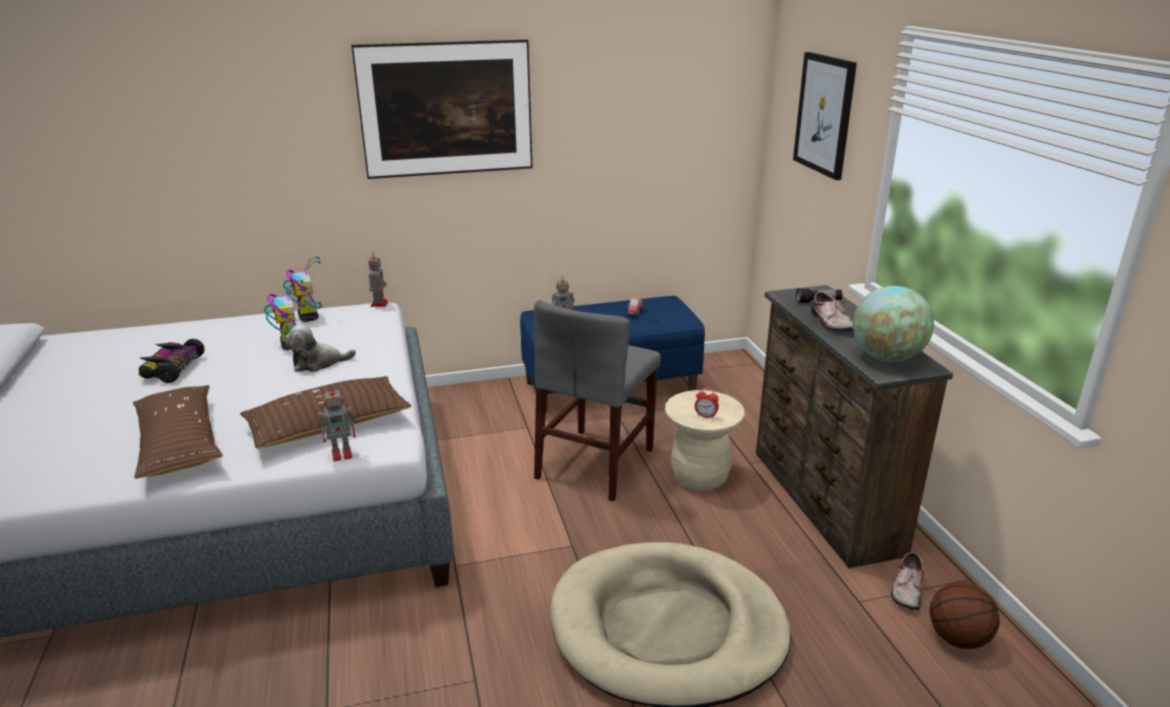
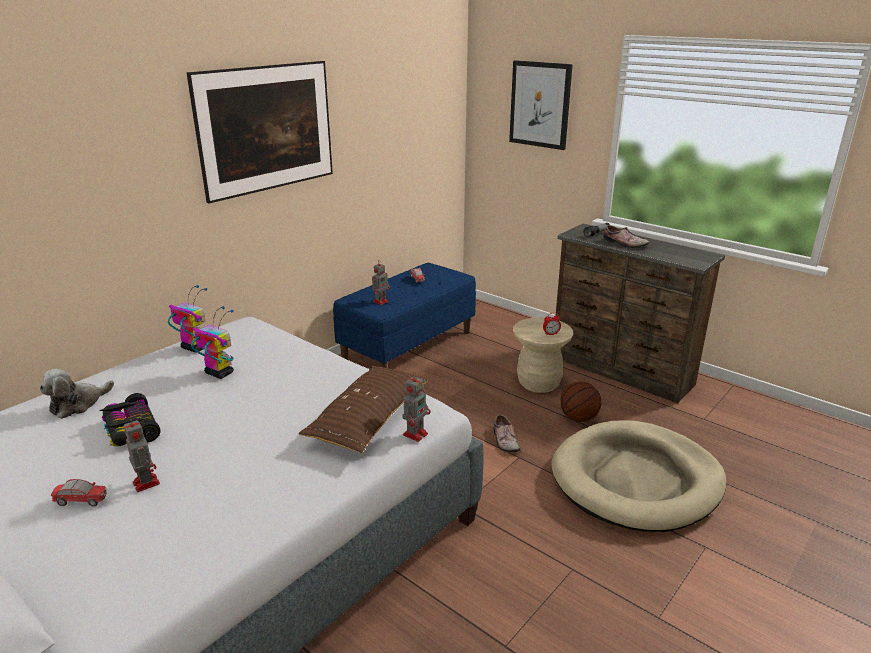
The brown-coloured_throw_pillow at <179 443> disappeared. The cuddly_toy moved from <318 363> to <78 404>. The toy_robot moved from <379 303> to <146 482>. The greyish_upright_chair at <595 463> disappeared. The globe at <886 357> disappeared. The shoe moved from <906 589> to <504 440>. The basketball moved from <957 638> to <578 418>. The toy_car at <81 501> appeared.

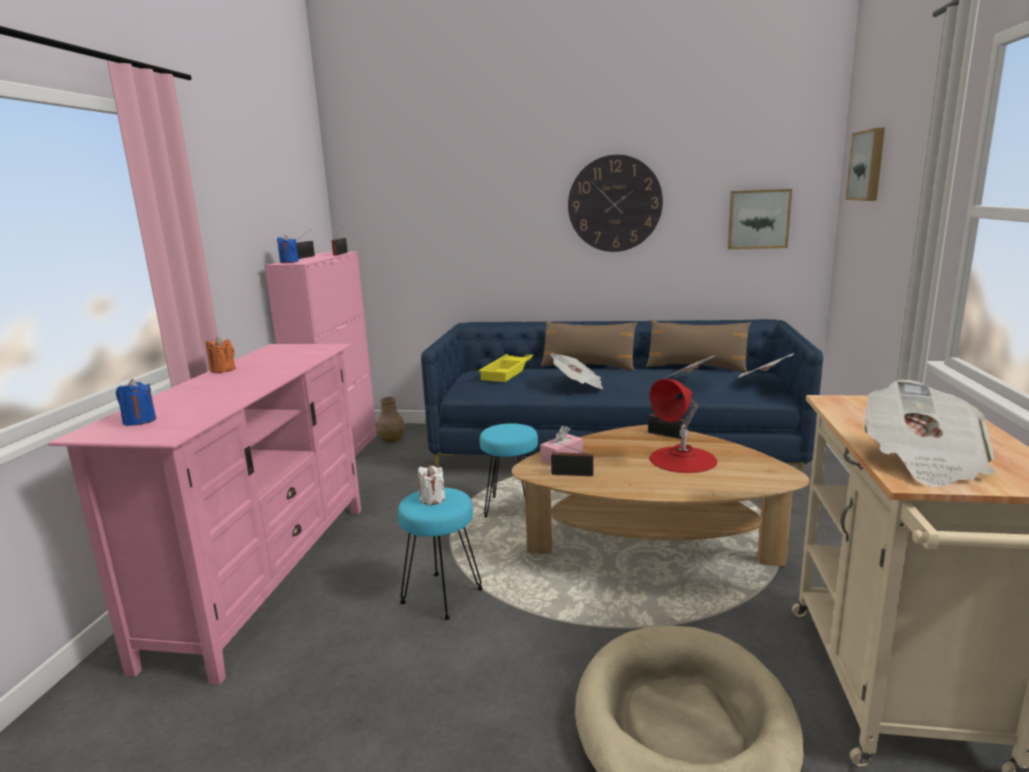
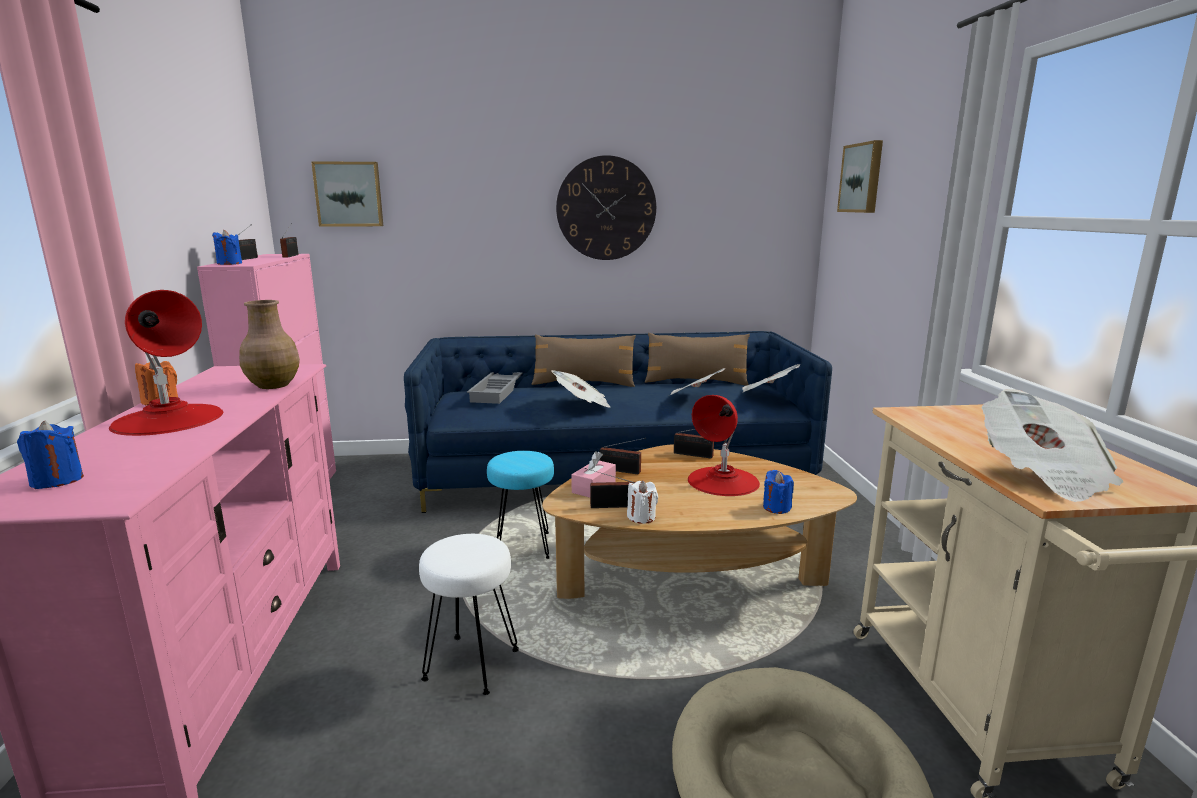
The brown-coloured_vase moved from <392 440> to <274 385>. The blue-green_stool at <442 595> became the white_stool at <472 663>. The white_candle moved from <432 499> to <641 517>. The yellowish_tray at <508 372> became the greyish_tray at <497 392>. The wall_picture moved from <758 219> to <349 194>. The red-coloured_tabletop_lamp at <168 419> appeared. The radio_receiver at <622 471> appeared. The blue_candle at <776 508> appeared.

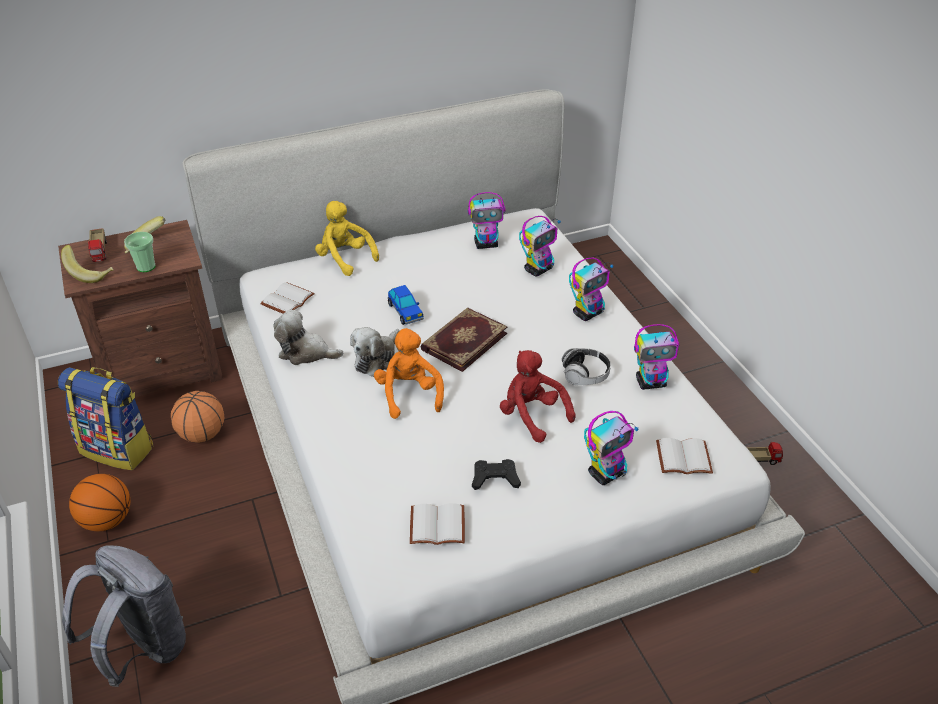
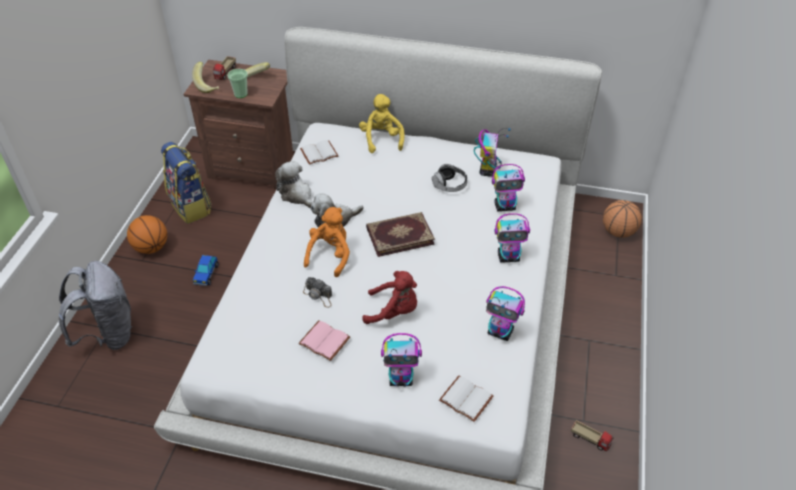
The basketball moved from <202 434> to <618 232>. The toy_car moved from <405 312> to <206 274>. The white_bound_book at <438 524> disappeared. The toy_robot at <486 244> turned 105 degrees counterclockwise. The black-coloured_gamepad at <495 478> was replaced by the pink_bound_book at <325 340>. The red-coloured_cuddly_toy at <532 415> turned 105 degrees clockwise. The headphones moved from <585 375> to <450 185>. The still_camera at <318 296> appeared.

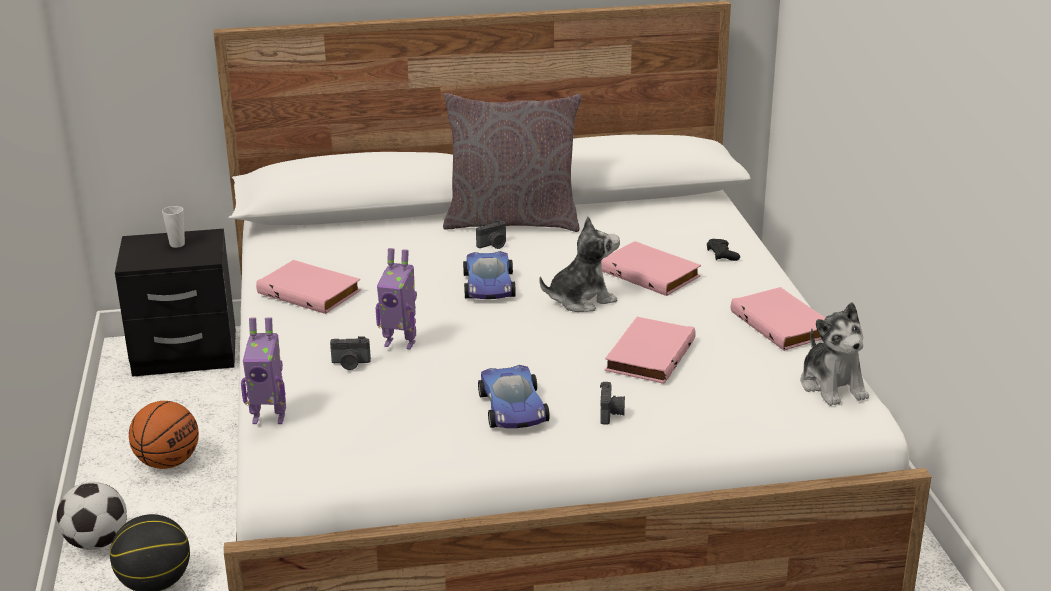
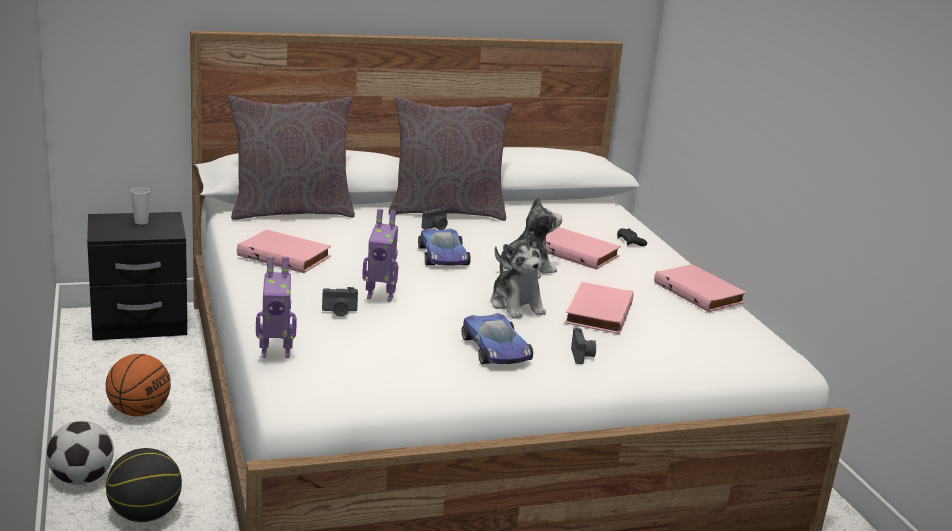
The cuddly_toy moved from <832 386> to <516 305>. The greyish_throw_pillow at <291 211> appeared.

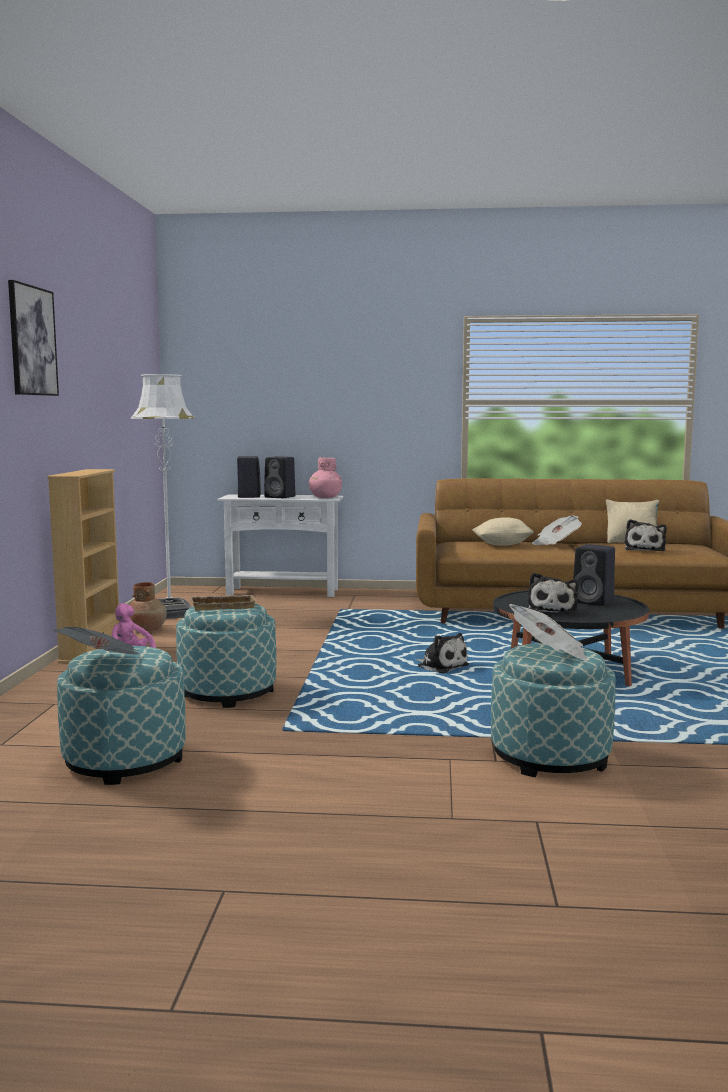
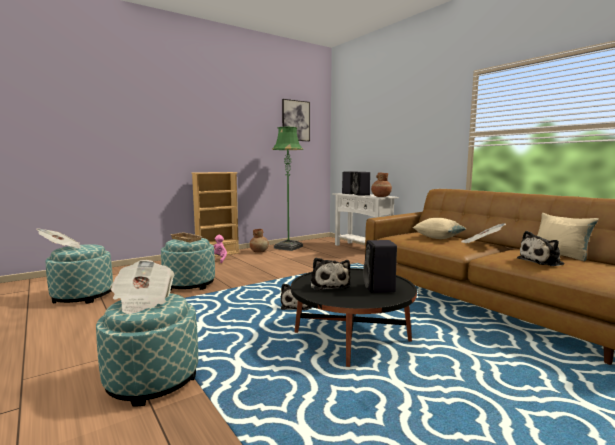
The wall_picture moved from <32 341> to <295 120>. The white_standard_lamp at <170 613> became the greenish_standard_lamp at <288 247>. The pink_vase at <325 497> became the brown-coloured_vase at <381 196>. The cuddly_toy at <553 609> turned 75 degrees counterclockwise.

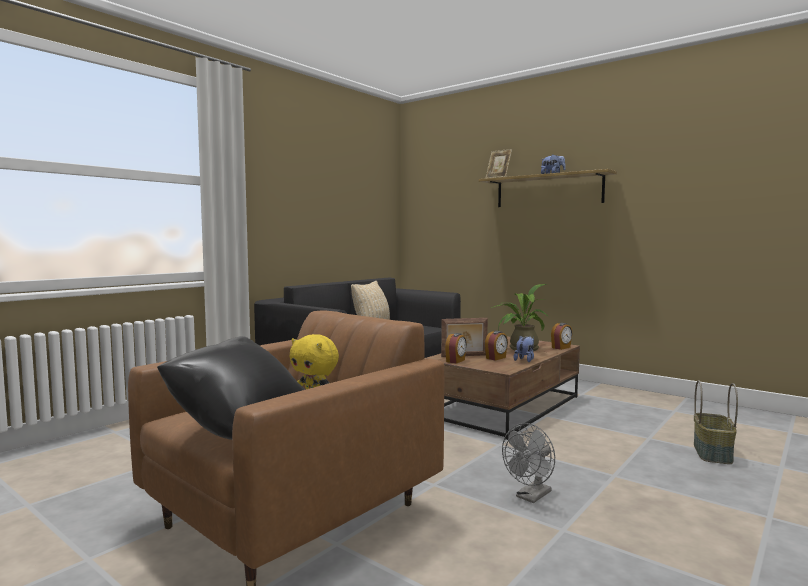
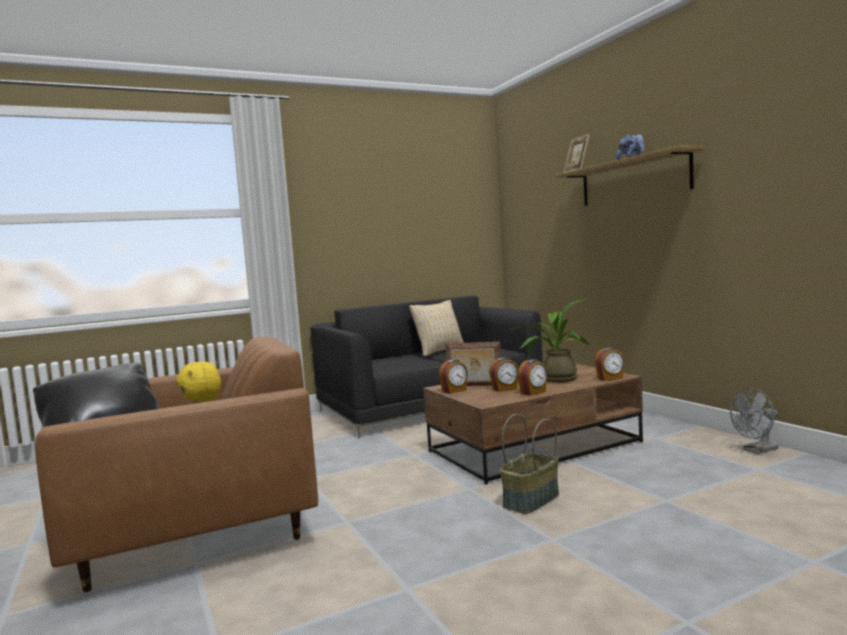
The greyish_electric_fan moved from <531 497> to <757 450>. The cuddly_toy at <525 360> was replaced by the table_clock at <533 392>. The storage_basket moved from <713 453> to <531 500>.

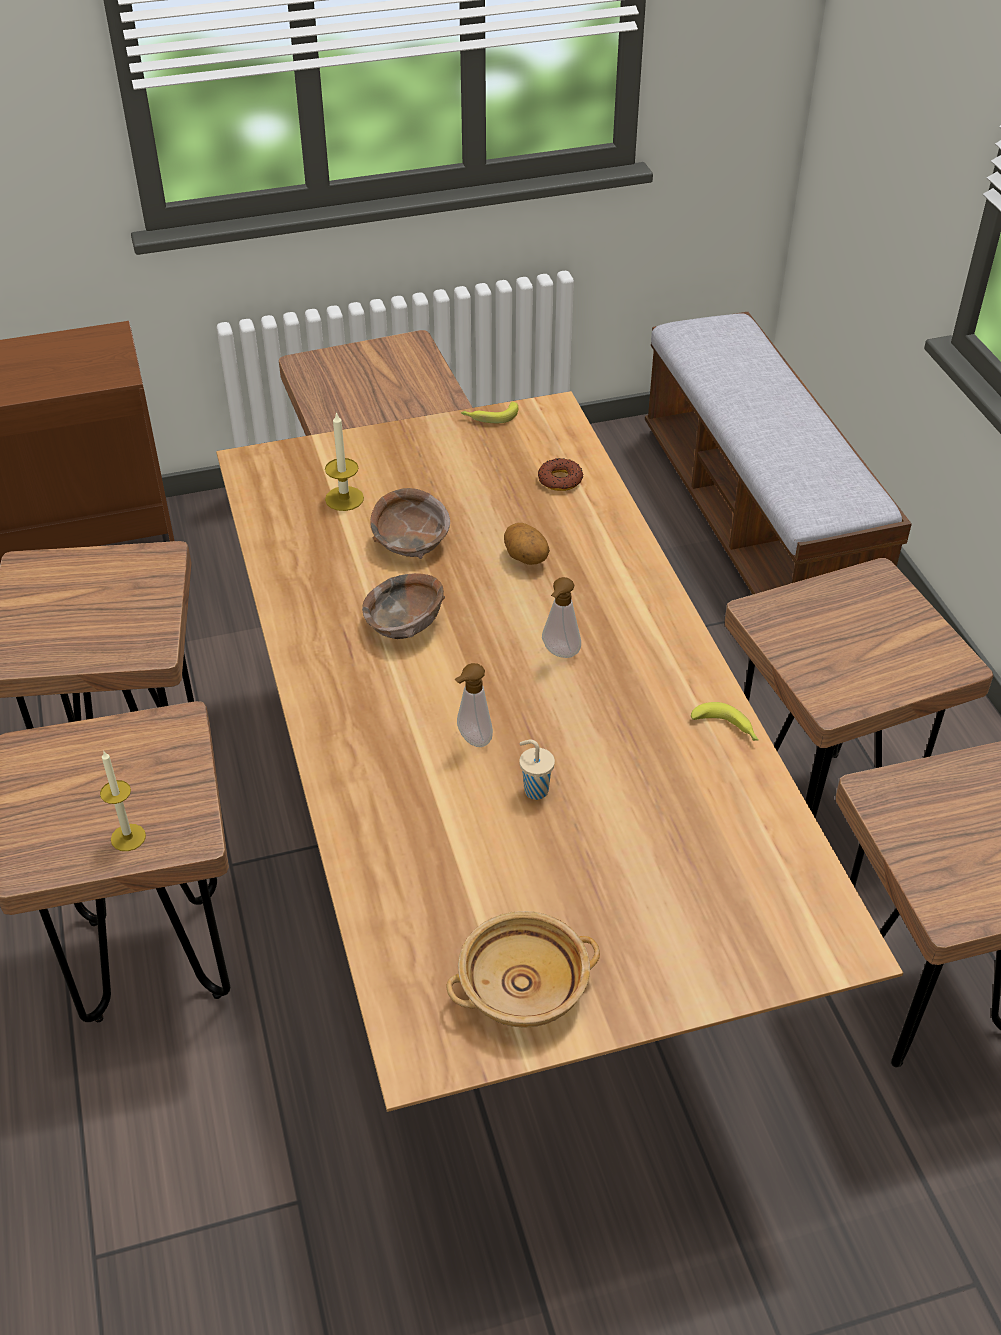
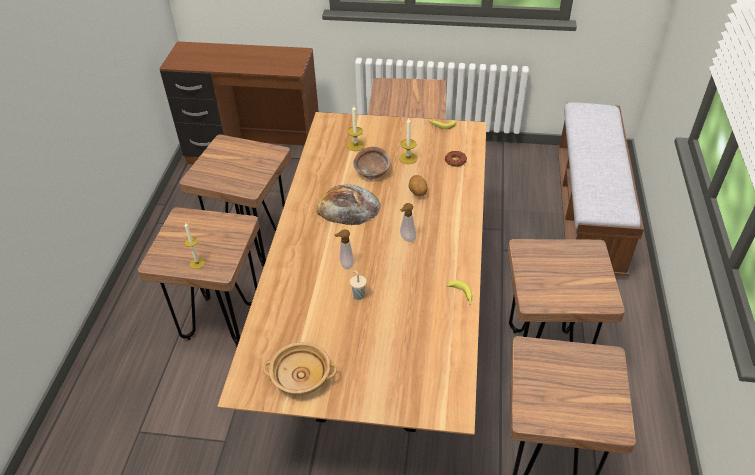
The brown-coloured_deep_dish at <405 624> was replaced by the bakery_bread at <348 206>. The candle at <408 158> appeared.

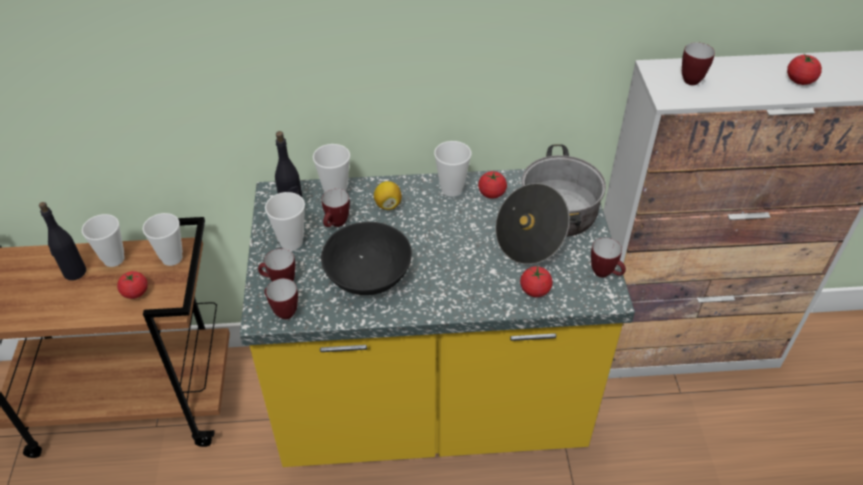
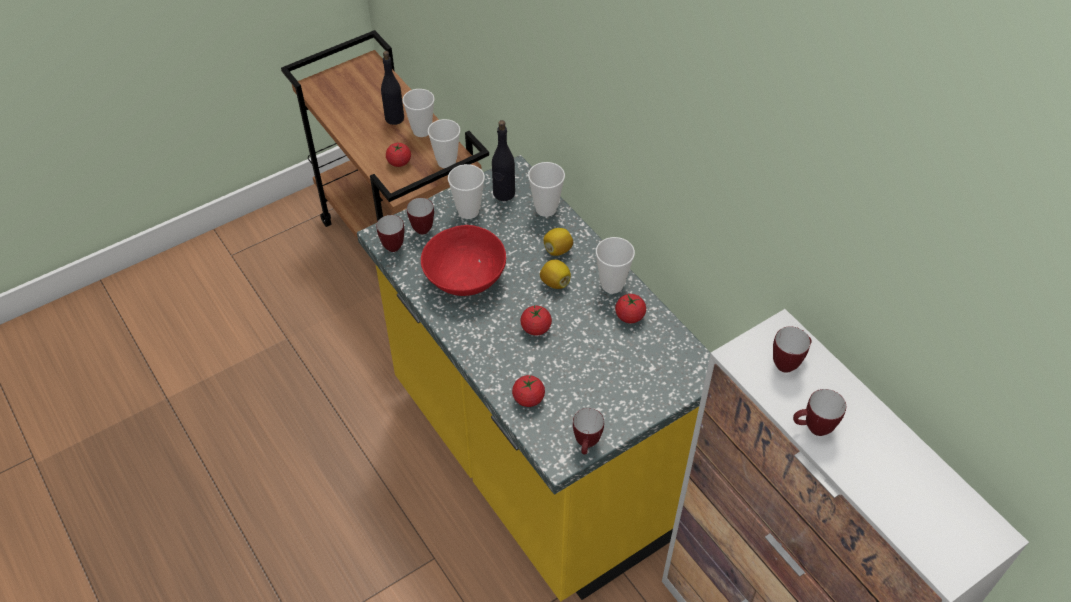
The black-coloured_deep_dish at <369 277> became the red-coloured_deep_dish at <465 278>. The coffee_mug moved from <336 225> to <813 429>. The saucepot at <547 224> disappeared. The whole_tomato moved from <800 80> to <536 328>. The whole_lemon at <555 282> appeared.

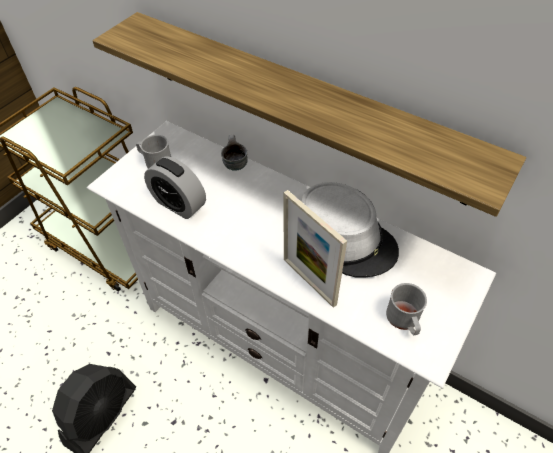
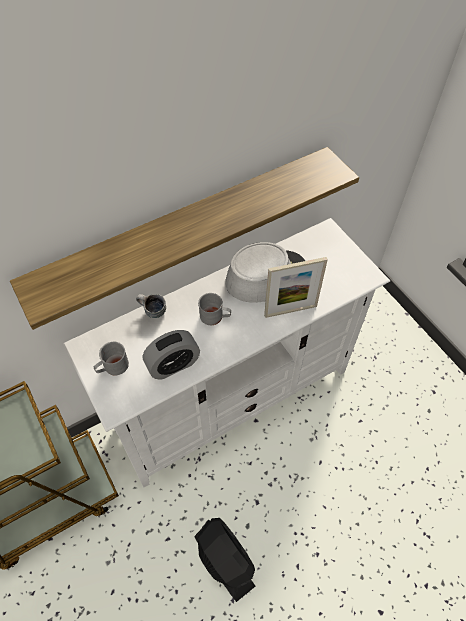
The greyish_coffee_mug moved from <404 320> to <215 316>.

